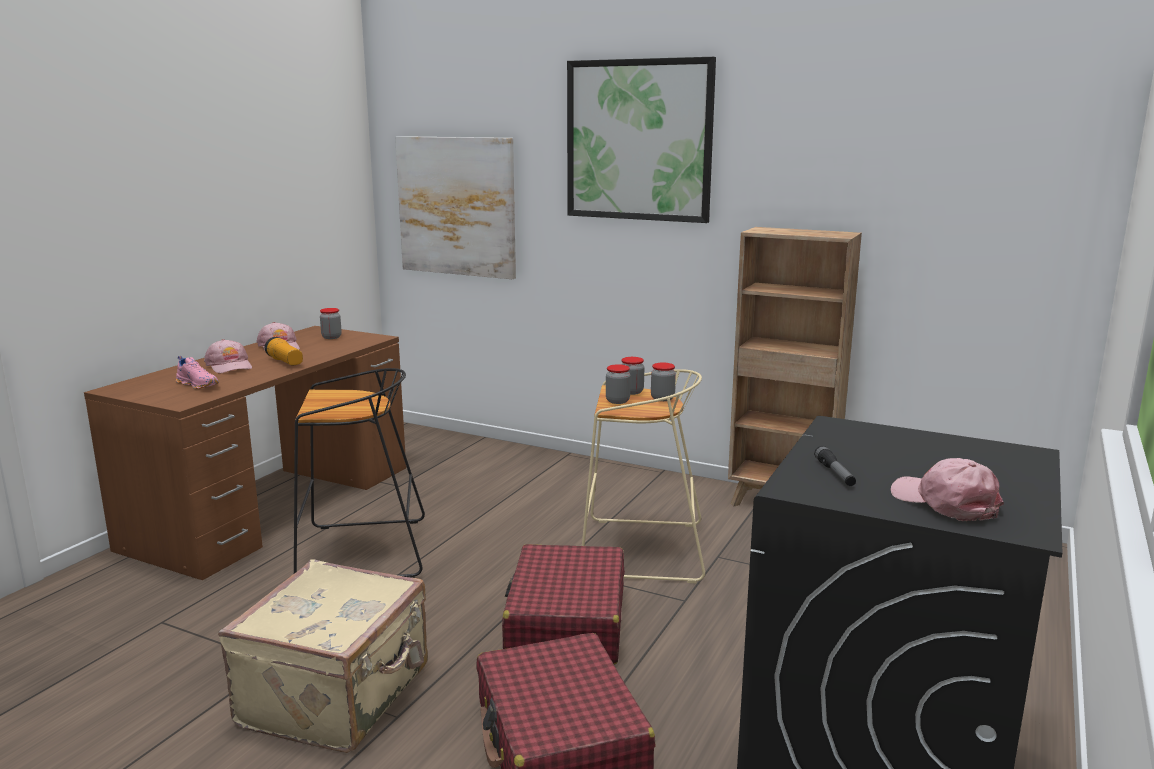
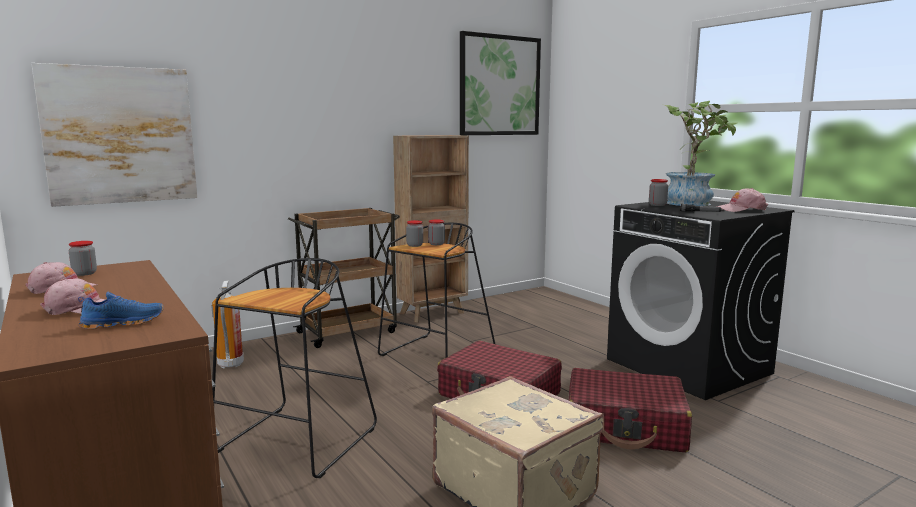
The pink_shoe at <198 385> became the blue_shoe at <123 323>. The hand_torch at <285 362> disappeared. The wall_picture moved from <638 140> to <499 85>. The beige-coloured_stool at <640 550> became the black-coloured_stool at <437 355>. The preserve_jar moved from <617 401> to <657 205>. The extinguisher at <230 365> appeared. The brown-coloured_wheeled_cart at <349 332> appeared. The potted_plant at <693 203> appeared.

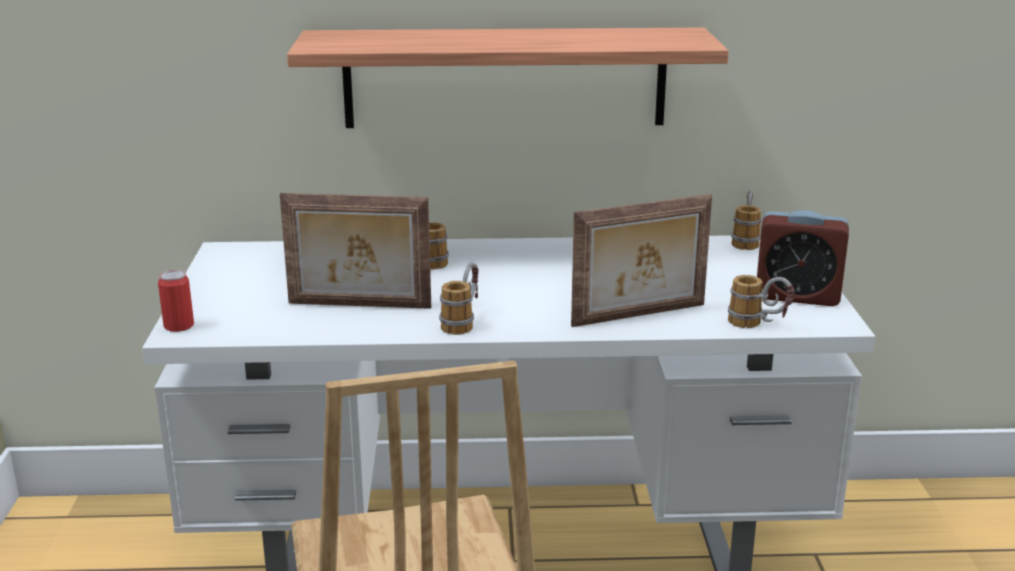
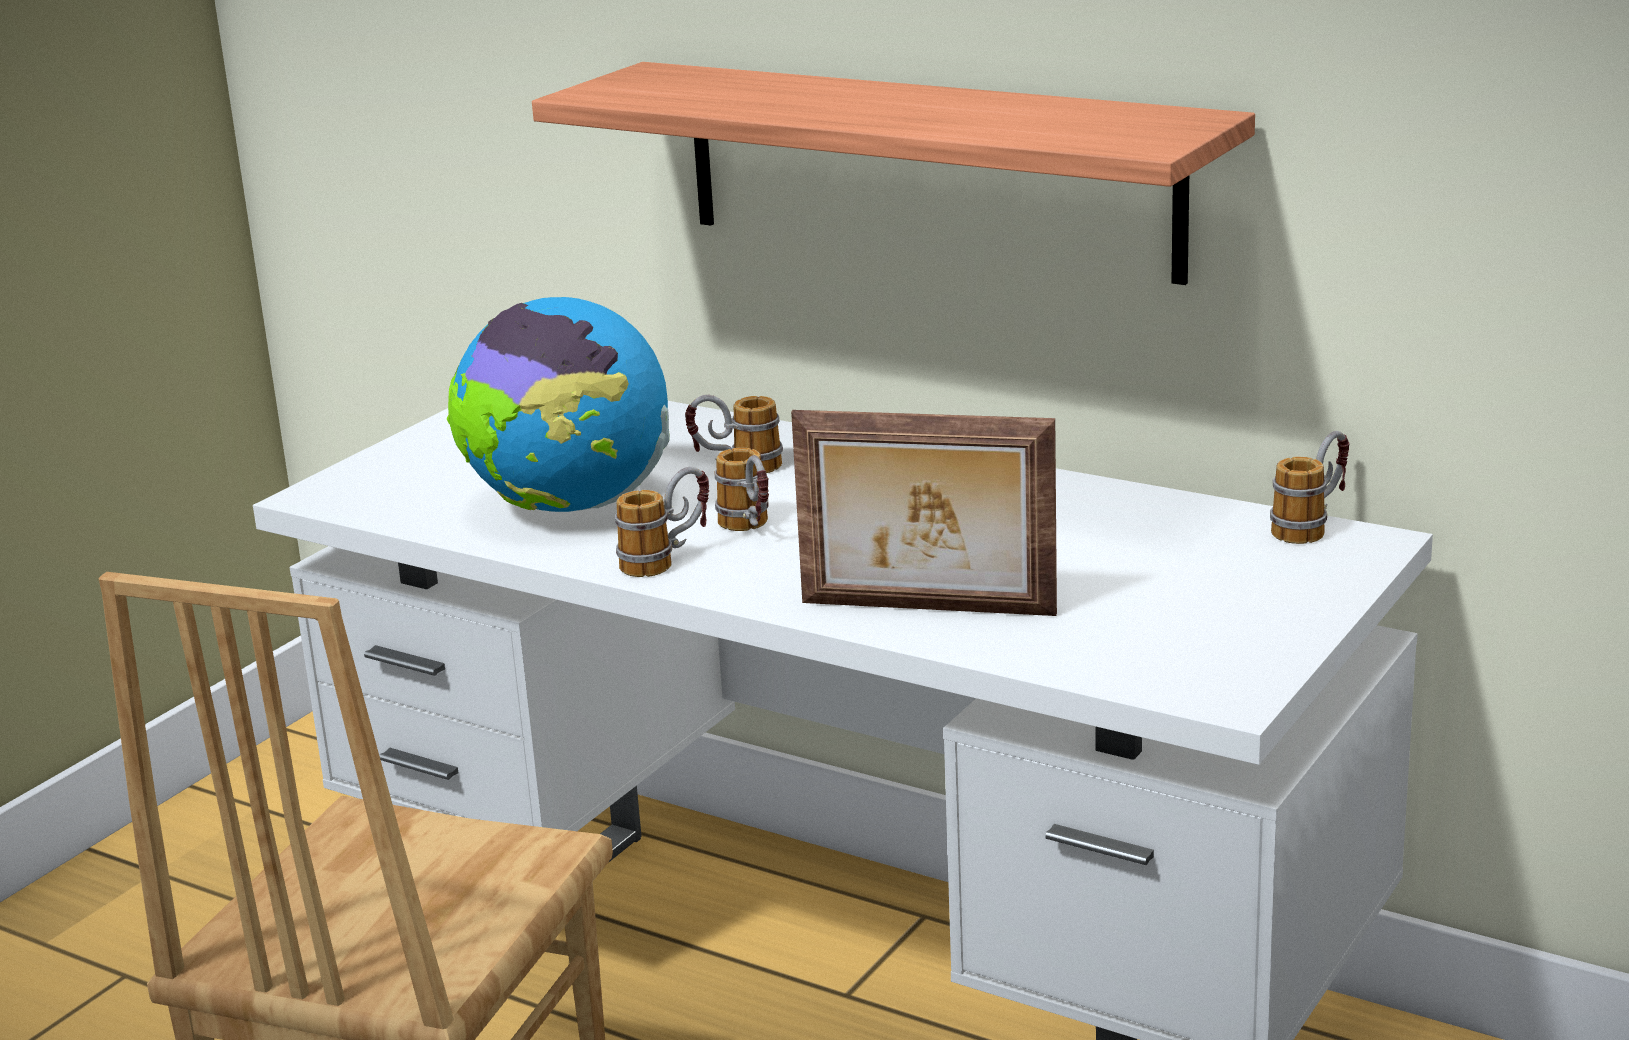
The metal_can at <179 326> disappeared. The photo_frame at <359 306> was replaced by the globe at <569 506>. The coffee_mug moved from <758 325> to <751 530>. The table_clock at <797 296> disappeared.

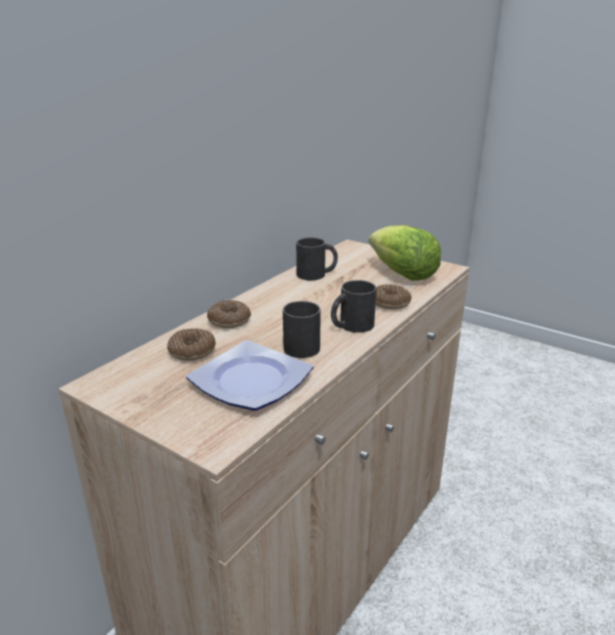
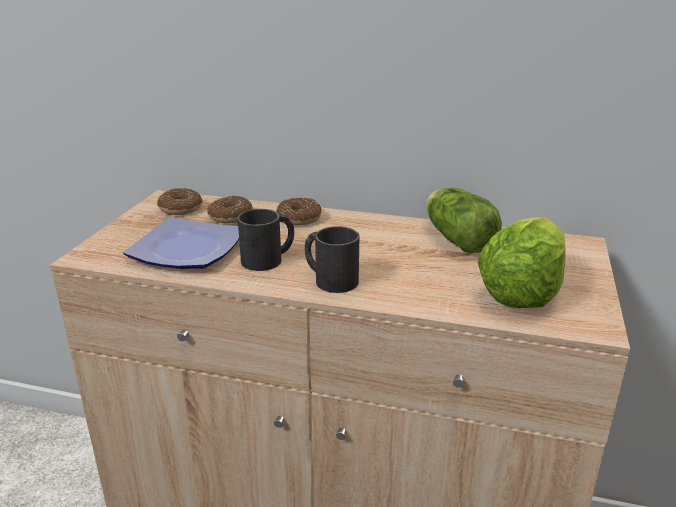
The black-coloured_coffee_mug at <317 274> was replaced by the lettuce_head at <456 238>. The ring_doughnut moved from <390 303> to <180 208>.

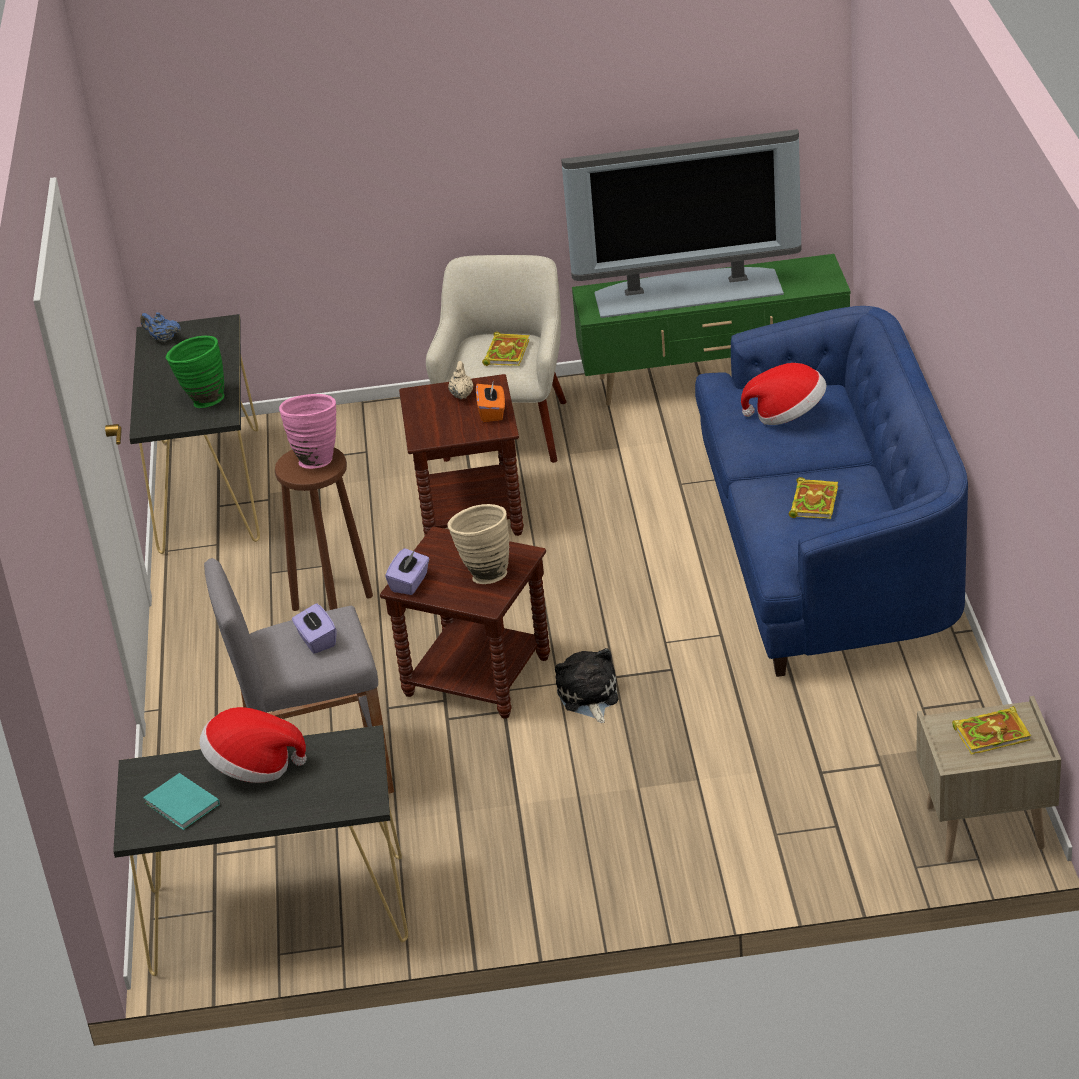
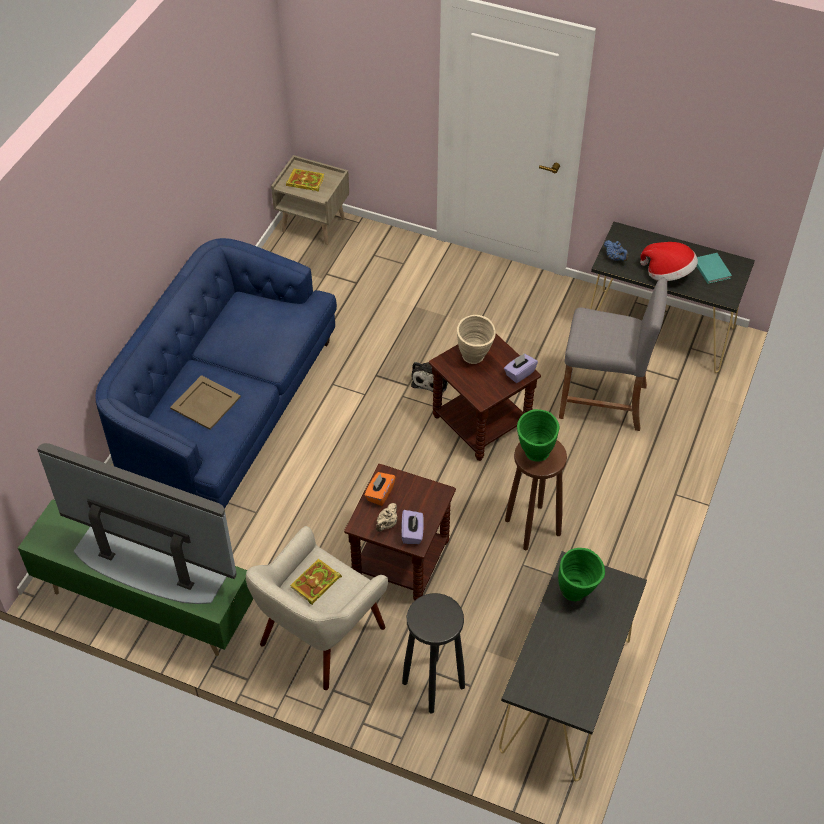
The blue_teapot moved from <162 339> to <615 258>. The pink_vase at <315 459> became the greenish_vase at <535 456>. The purplish_tissue_box moved from <316 640> to <412 533>. The hat at <787 415> was replaced by the beige-coloured_tray at <205 403>. The bound_book at <813 501> disappeared. The black-coloured_stool at <433 684> appeared.

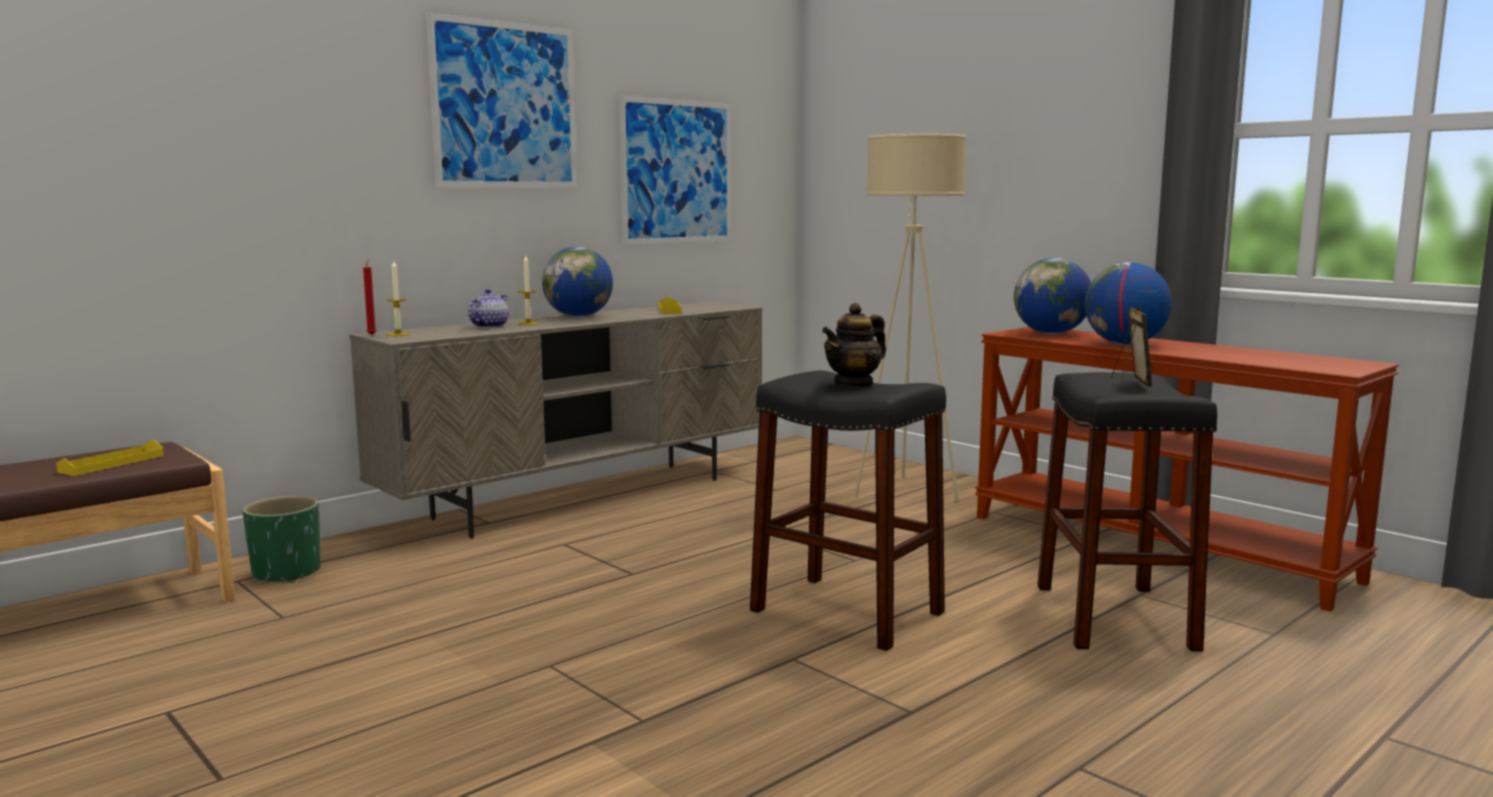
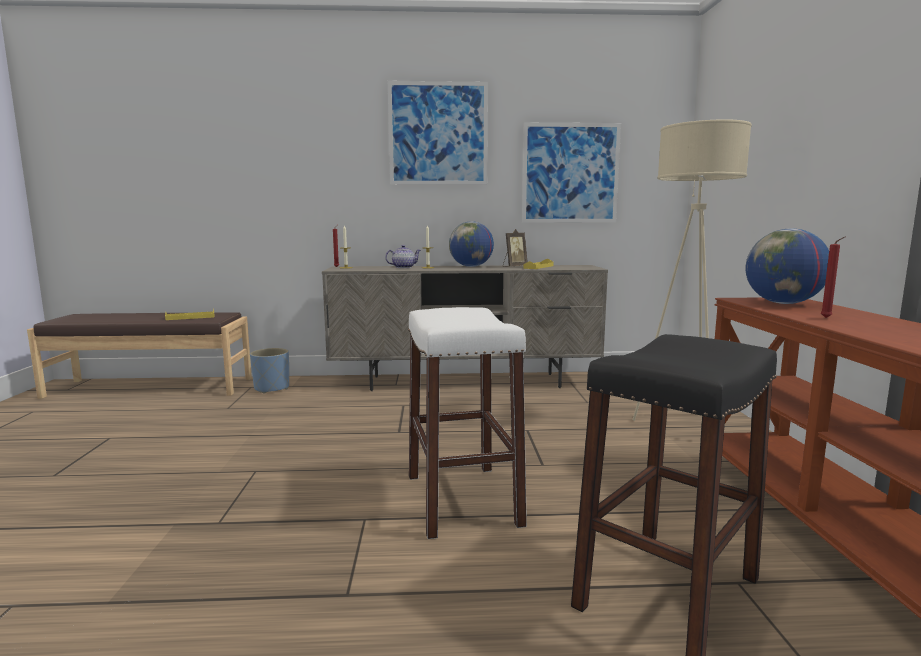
The greenish_flower_pot at <287 574> became the blue_flower_pot at <271 388>. The black-coloured_stool at <847 612> became the white_stool at <462 500>. The teapot at <854 384> disappeared. The globe at <1124 344> was replaced by the red-coloured_candle at <827 318>. The photo_frame moved from <1130 384> to <514 267>.

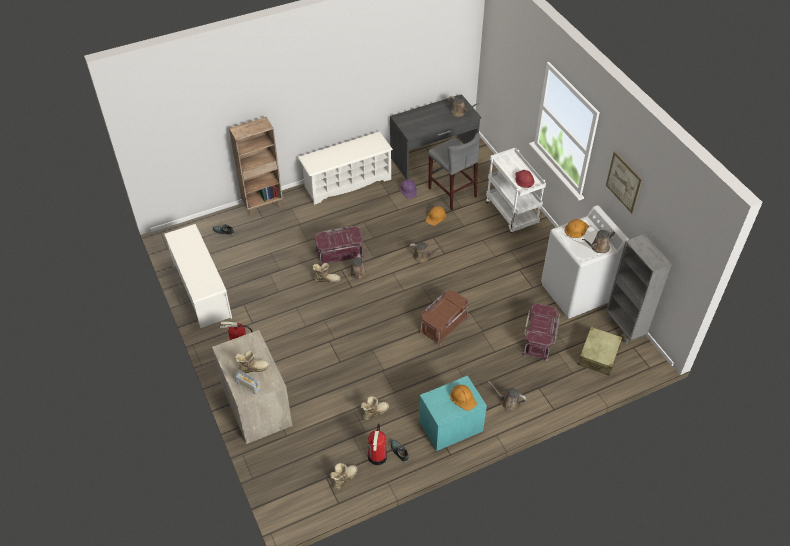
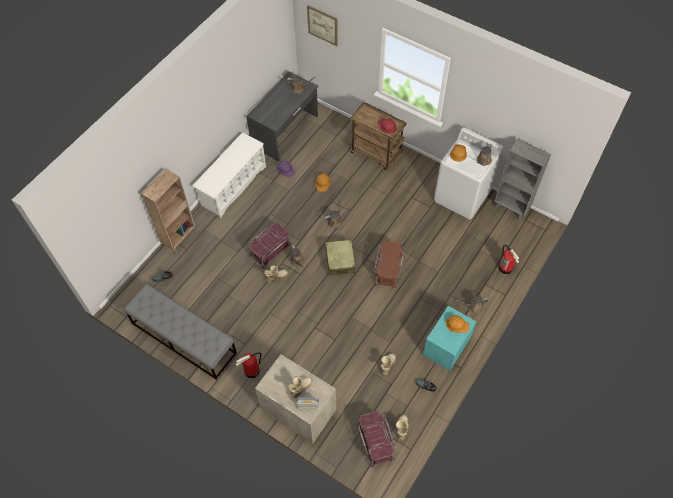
The white_shoe_rack at <201 290> was replaced by the greyish_indoor_bench at <183 338>. The extinguisher moved from <377 456> to <505 268>. The greyish_stool at <452 192> disappeared. The white_wheeled_cart at <512 214> became the brown-coloured_wheeled_cart at <376 153>. The red-coloured_storage_box moved from <539 338> to <376 441>. The beige-coloured_suitcase moved from <598 355> to <340 260>. The wall_picture moved from <624 182> to <322 25>.

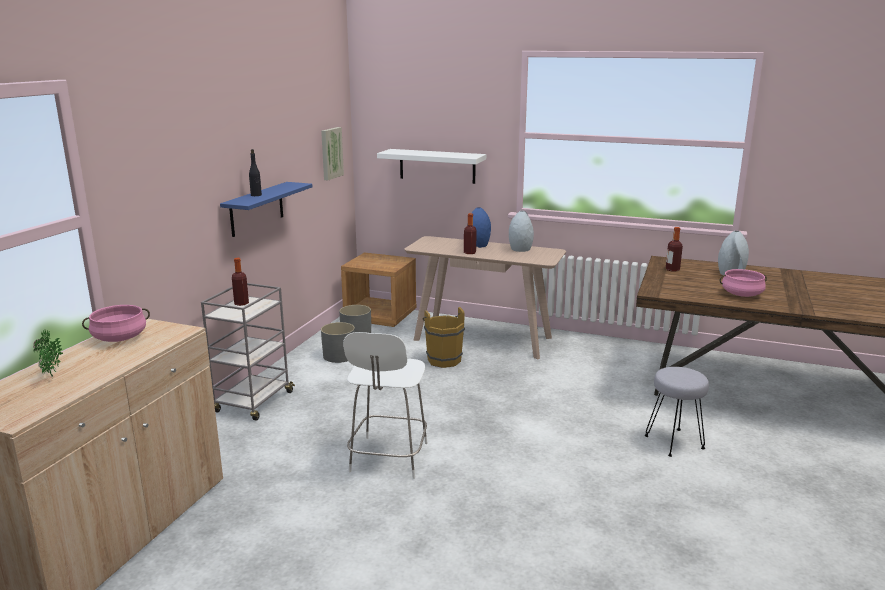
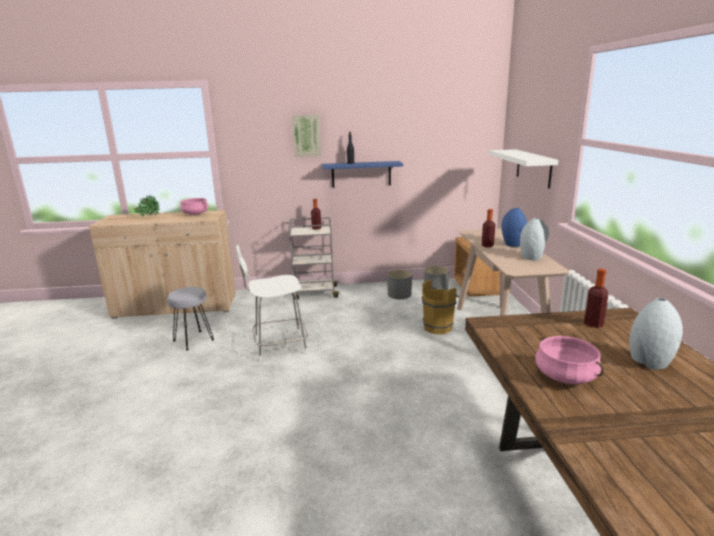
The wall_picture moved from <330 153> to <306 135>. The greyish_stool moved from <673 442> to <193 340>.

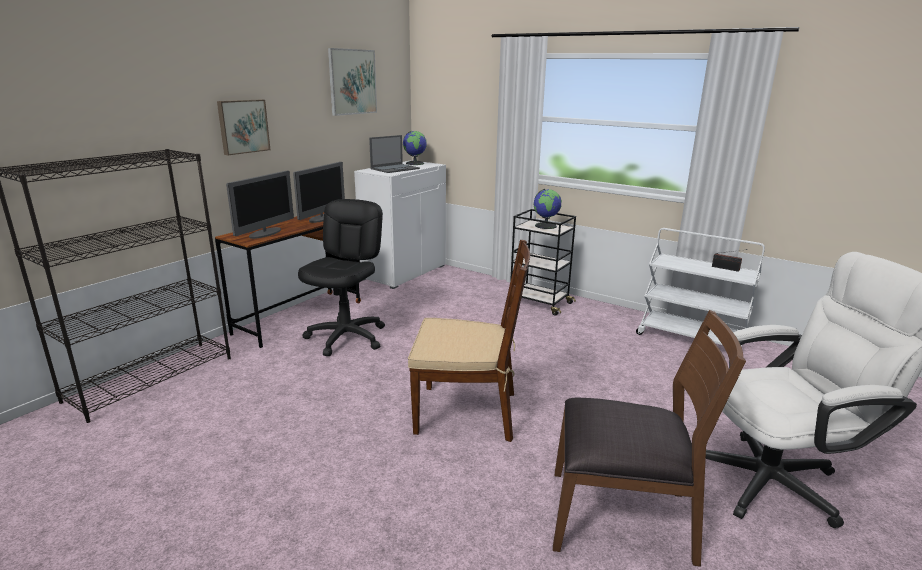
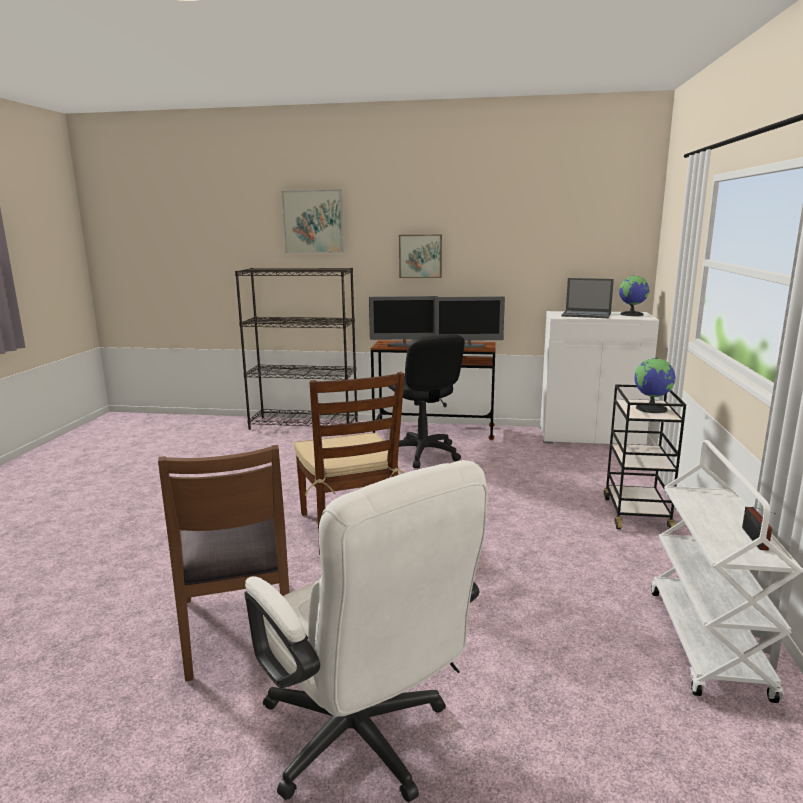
The black-coloured_desk_chair at <347 337> turned 75 degrees clockwise. The wall_picture moved from <352 82> to <313 221>.

